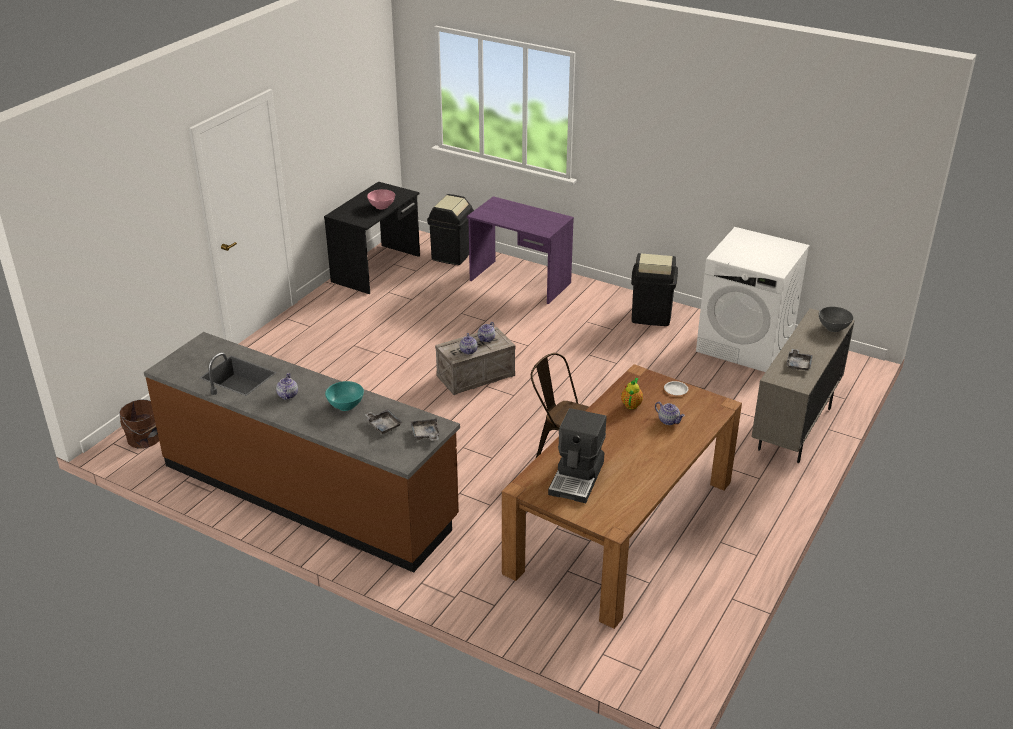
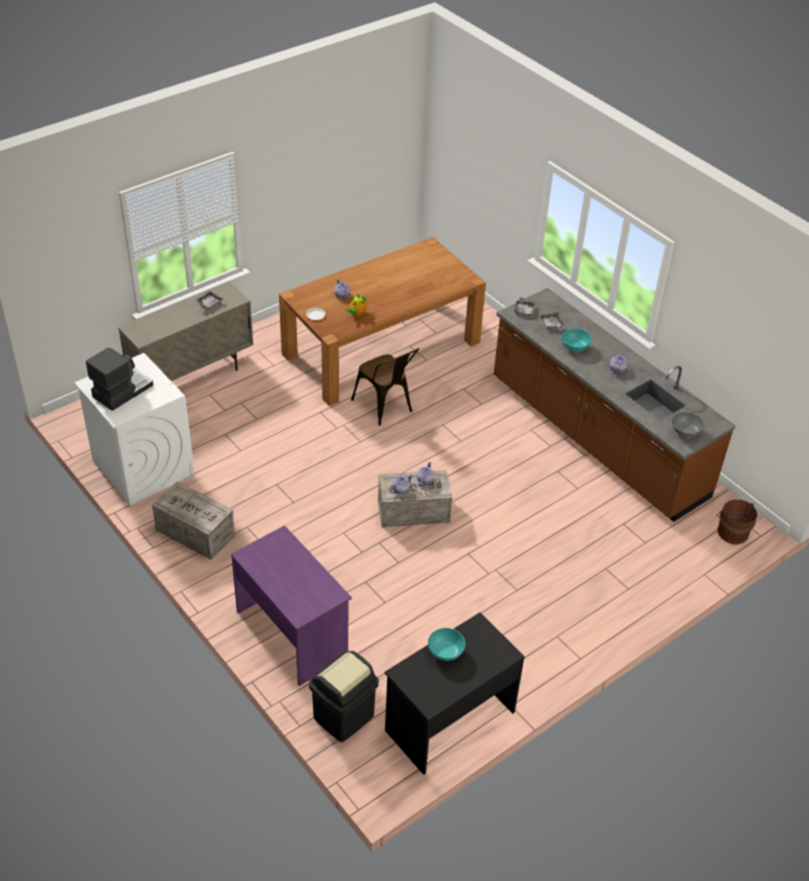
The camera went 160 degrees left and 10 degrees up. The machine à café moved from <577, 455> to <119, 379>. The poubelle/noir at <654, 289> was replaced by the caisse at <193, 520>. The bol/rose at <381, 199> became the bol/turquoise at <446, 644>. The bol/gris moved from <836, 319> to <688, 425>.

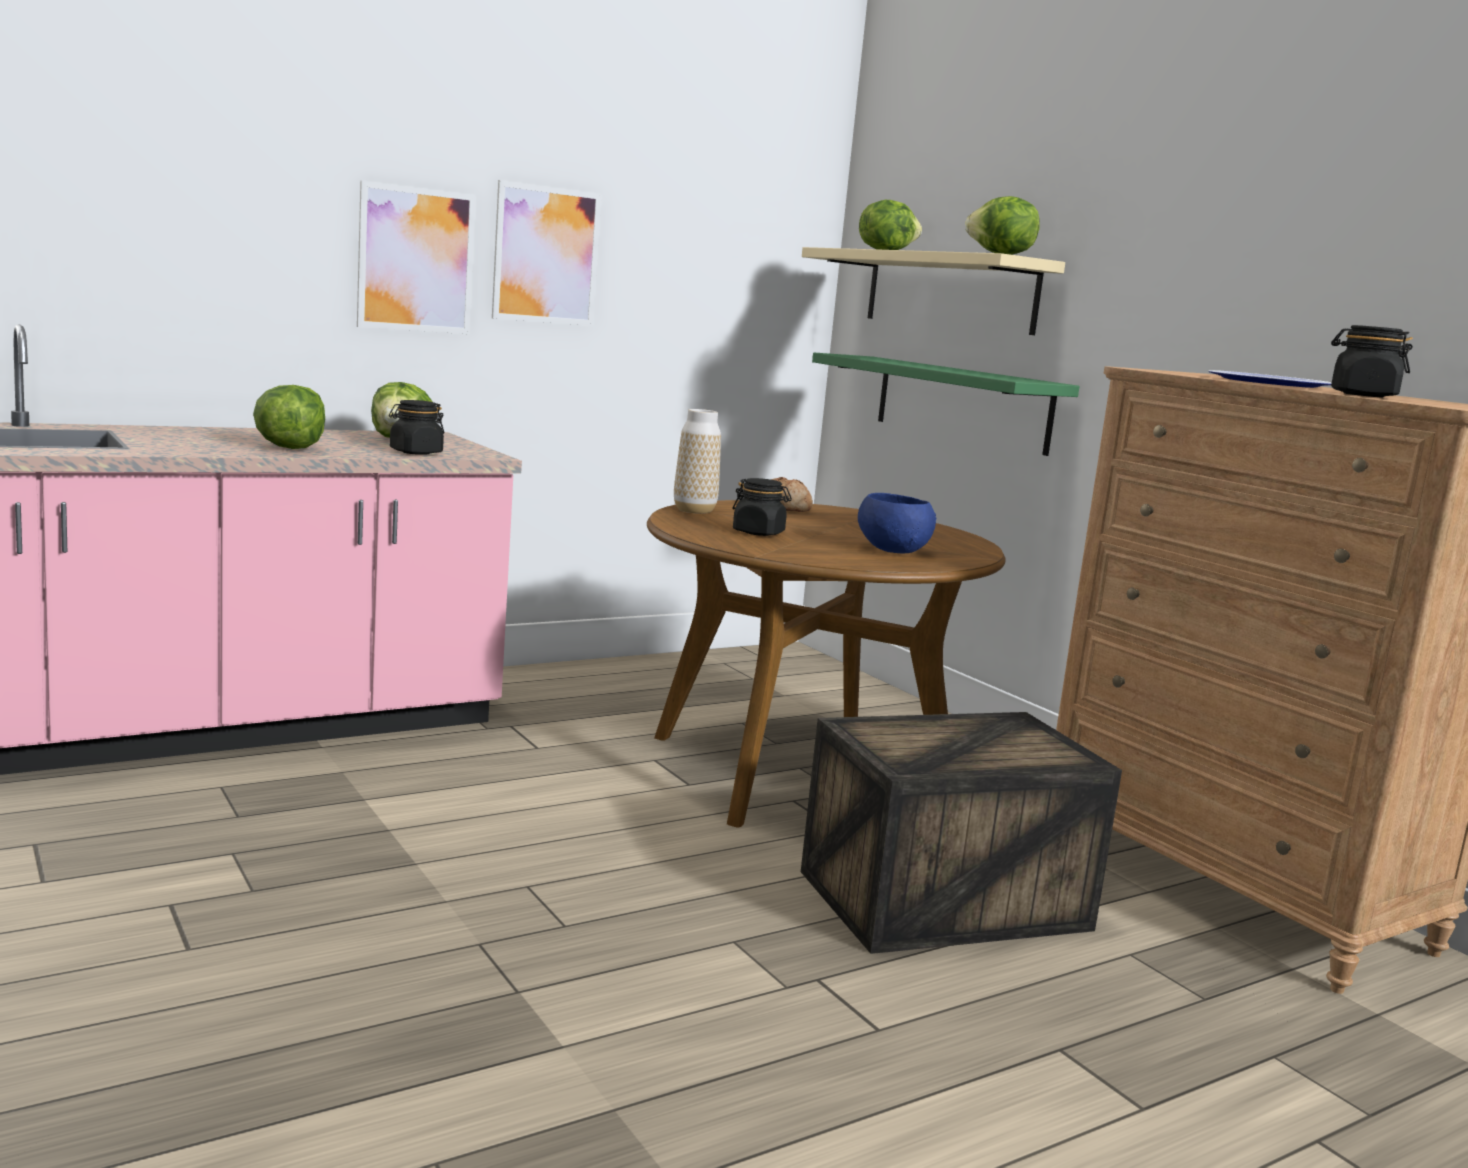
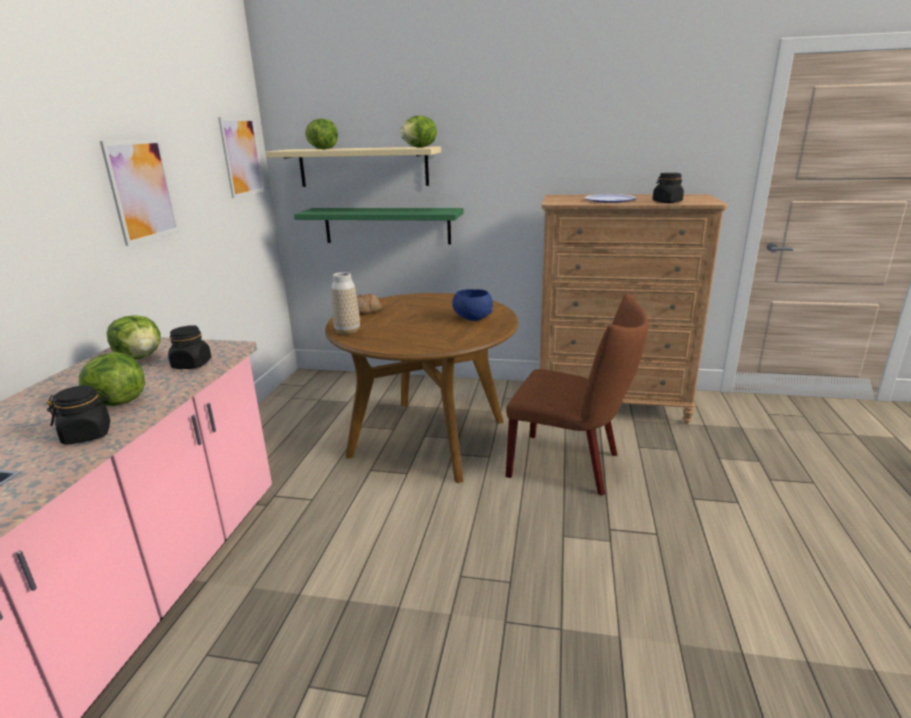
The camera went 45 degrees left and 10 degrees up. The bocal/noir moved from <762, 507> to <78, 415>. The tableau moved from <416, 257> to <241, 157>. The caisse at <961, 833> was replaced by the chaise/marron at <577, 394>.

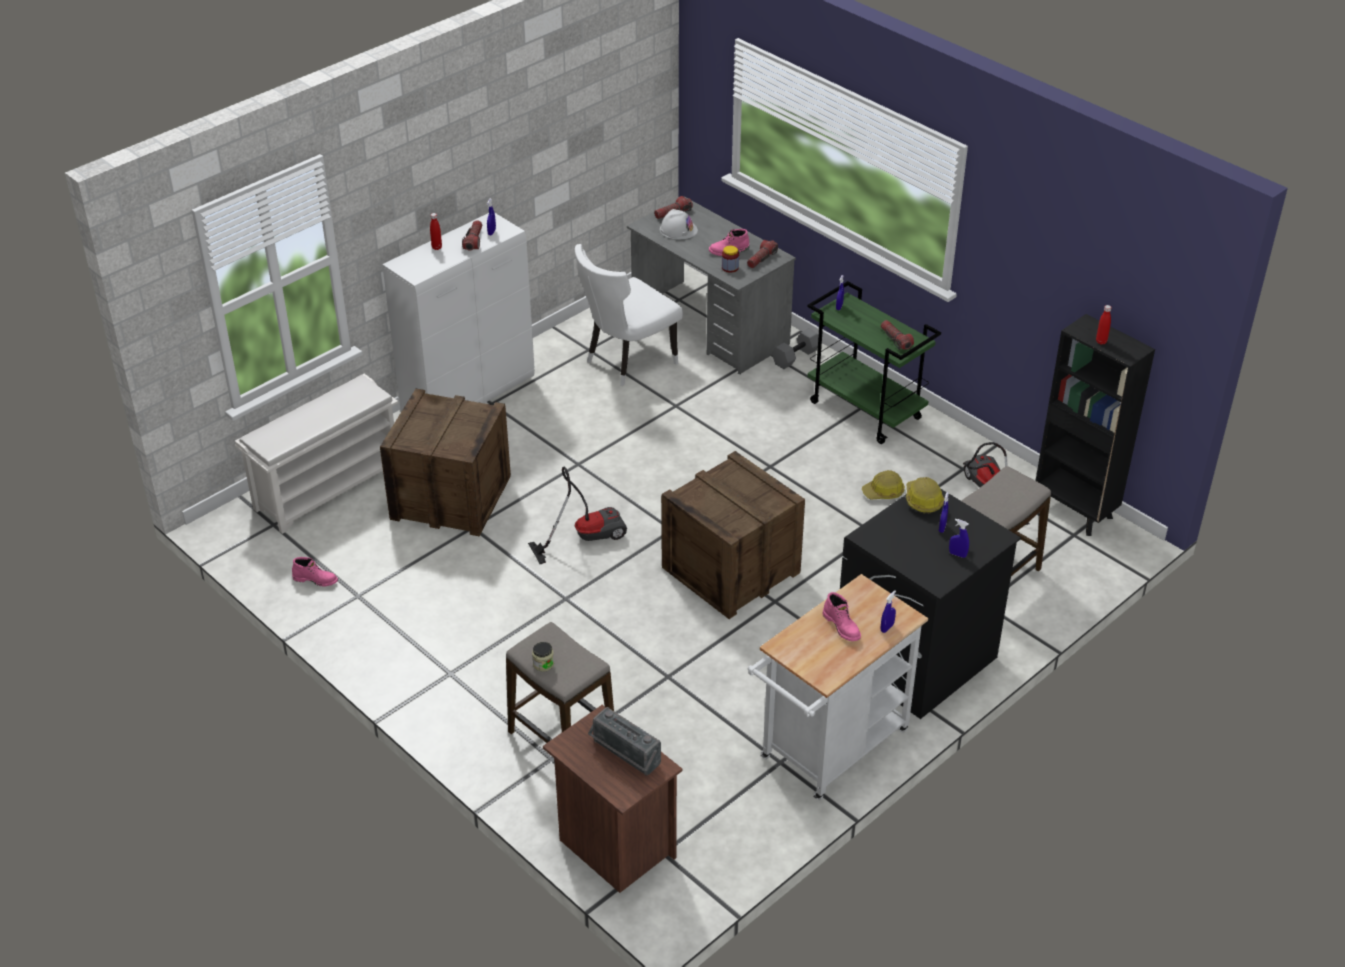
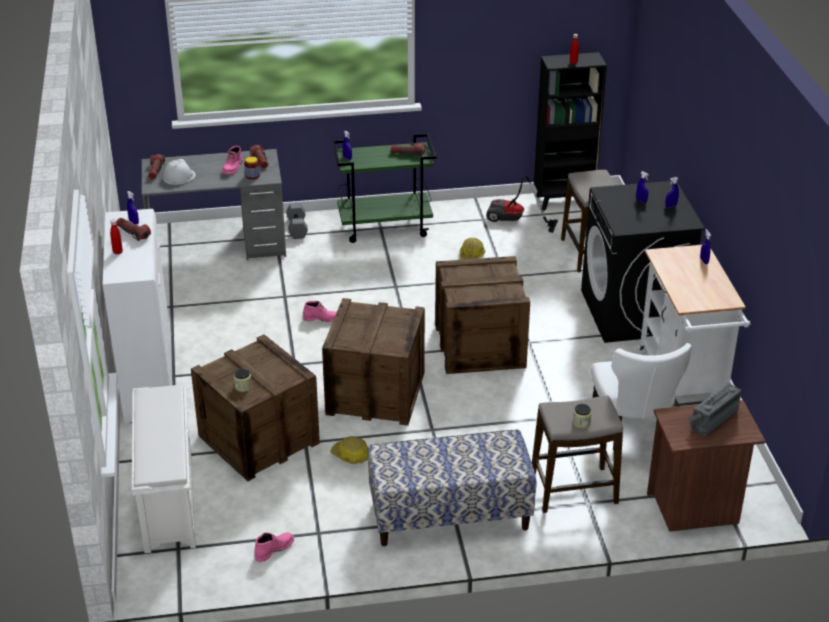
The camera went 55 degrees left and 5 degrees down. The bocal at <243, 380> appeared. The botte/rose moved from <841, 616> to <320, 311>. The aspirateur at <577, 515> was replaced by the caisse at <373, 362>. The casque de chantier moved from <925, 495> to <349, 450>. The banc at <452, 488> appeared. The chaise/blanc moved from <629, 315> to <641, 402>. The radio at <624, 741> turned 150 degrees clockwise.

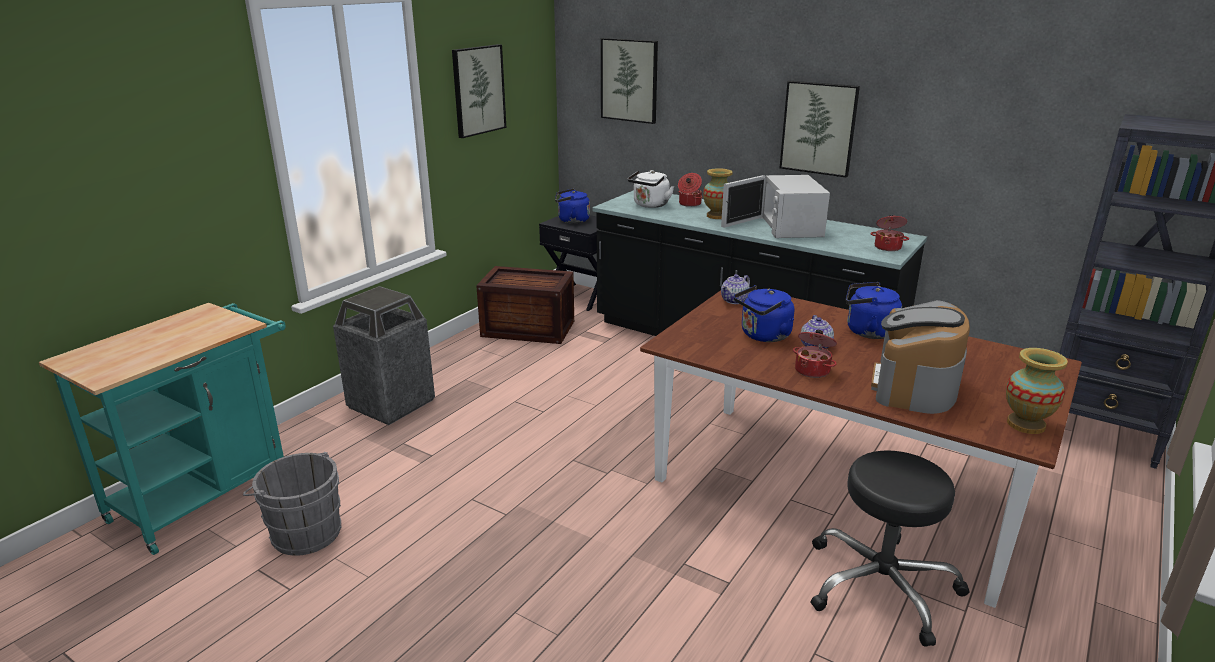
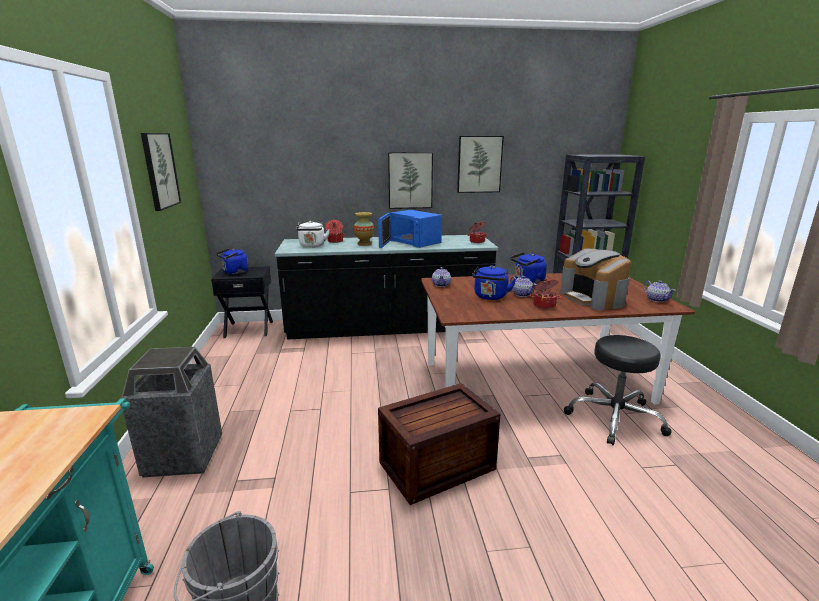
The camera went 40 degrees left and 5 degrees down. The micro-ondes/blanc at <775, 206> became the micro-ondes/bleu at <410, 229>. The caisse moved from <525, 305> to <439, 444>. The tableau moved from <629, 81> to <480, 164>. The vase at <1037, 391> was replaced by the théière at <659, 291>.

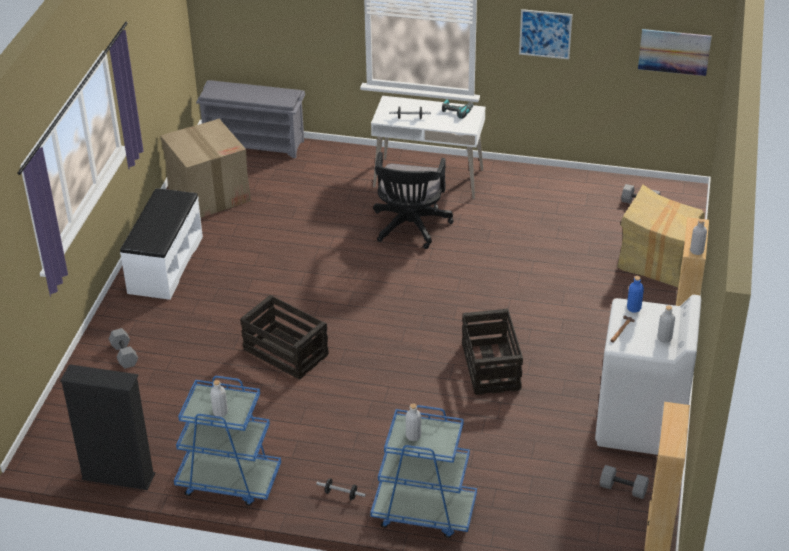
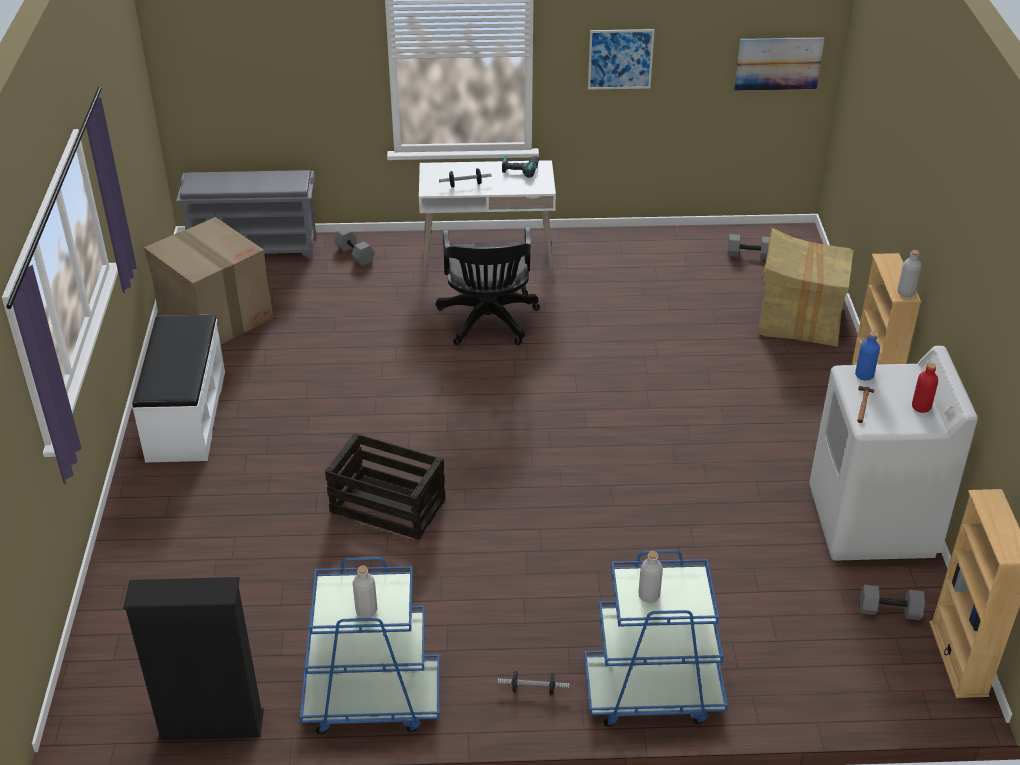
The camera went 15 degrees left and 0 degrees up. The haltère/gris moved from <123, 348> to <354, 246>. The bouteille/gris at <666, 324> became the bouteille/rouge at <925, 388>. The caisse at <492, 352> disappeared.

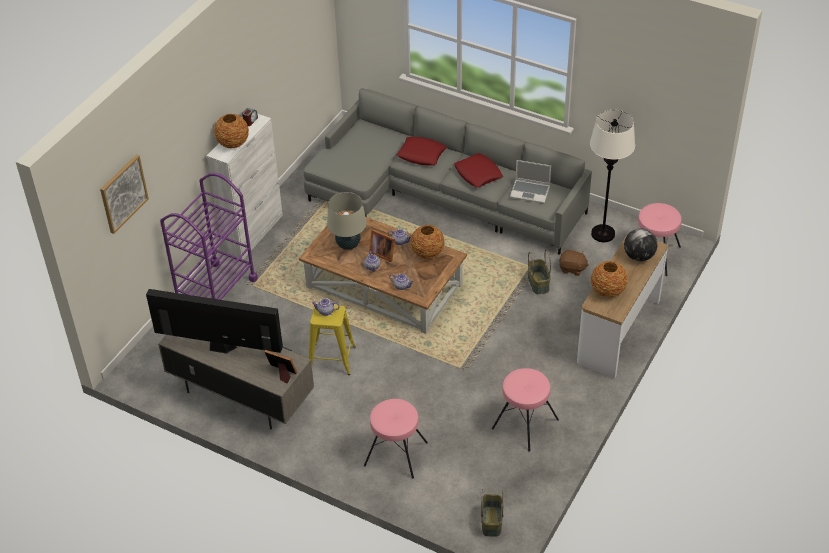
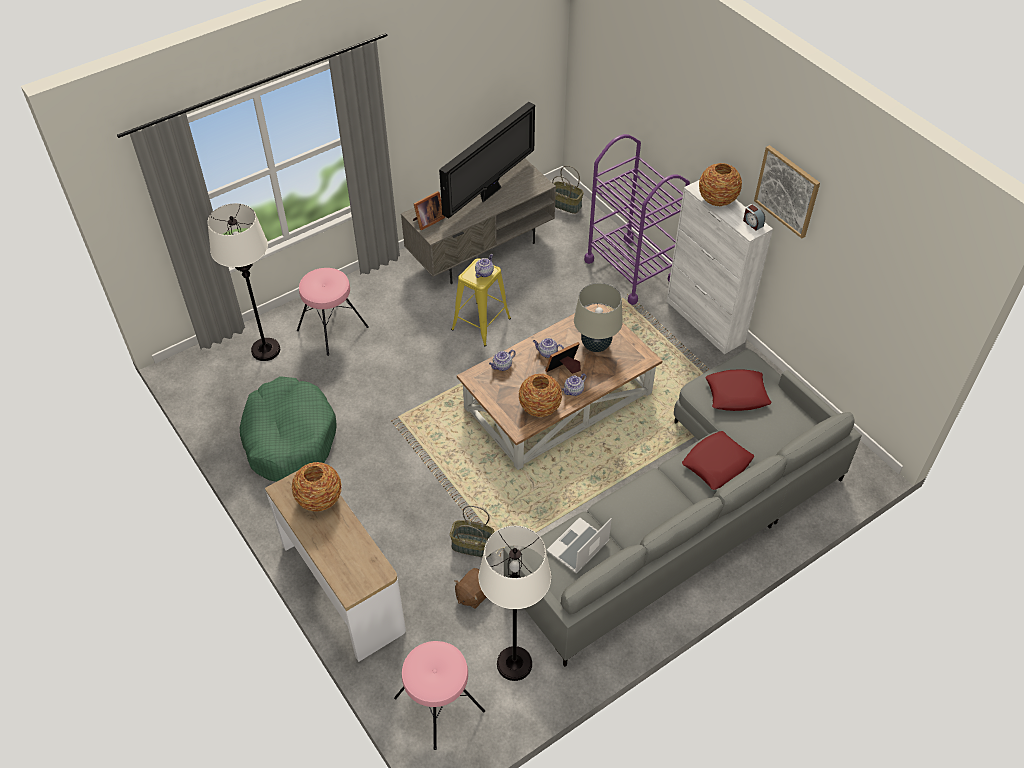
The camera went 115 degrees right and 5 degrees up. The lampadaire/blanc at <243, 282> appeared. The tabouret/rose at <525, 410> was replaced by the panier pour chien/vert at <288, 429>. The panier moved from <492, 513> to <568, 190>. The coussin/rouge moved from <478, 170> to <738, 390>. The tableau moved from <124, 194> to <787, 191>. The globe at <640, 244> disappeared.

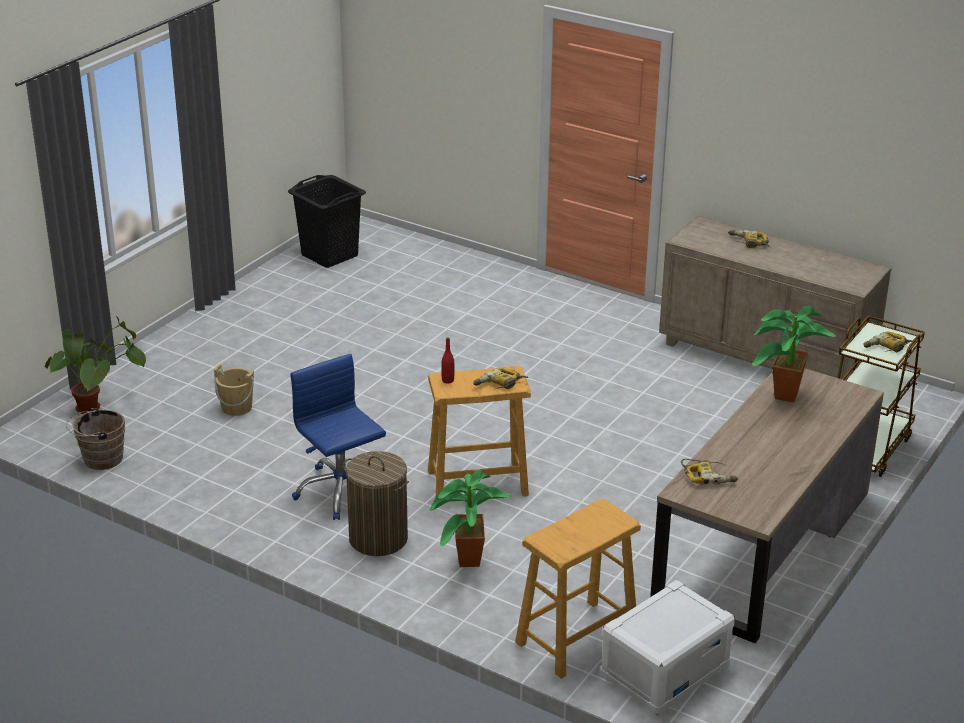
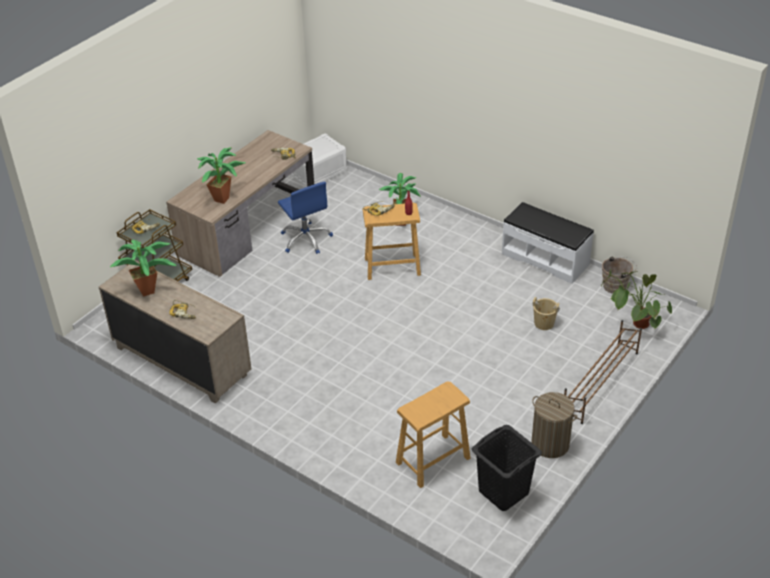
The camera went 175 degrees left and 10 degrees up. The plante en pot at <143, 268> appeared. The chaise de bureau/bleu moved from <338, 437> to <305, 218>. The tabouret/beige moved from <578, 589> to <433, 435>. The banc/blanc at <548, 243> appeared. The panier à linge moved from <376, 503> to <554, 425>. The étagère à chaussures/marron at <603, 372> appeared.

